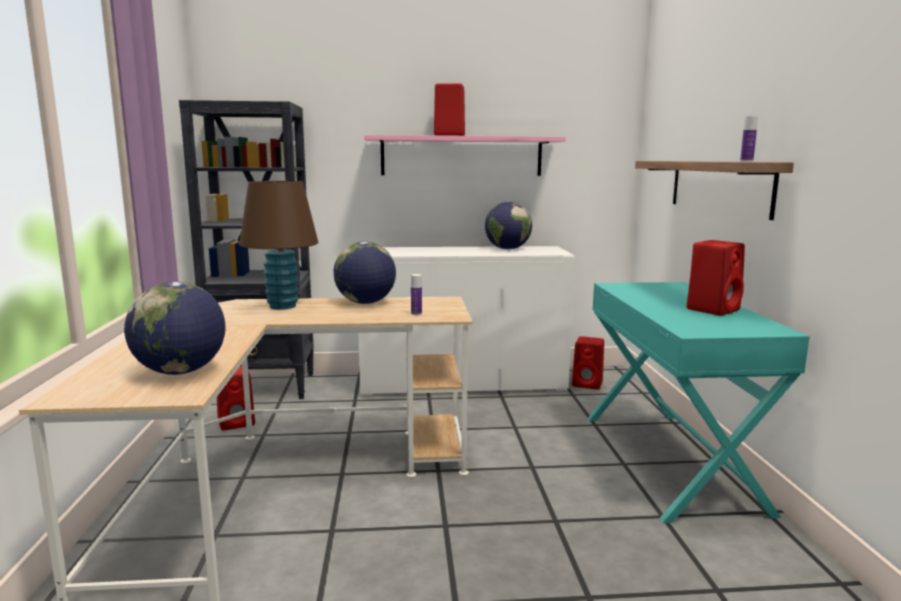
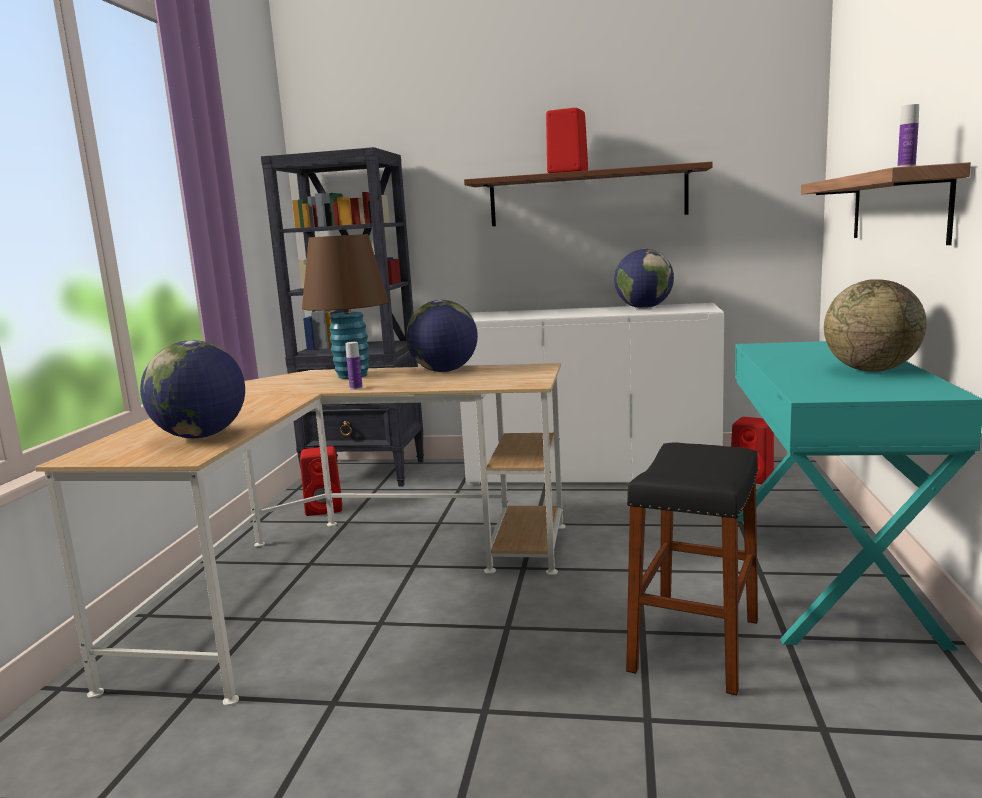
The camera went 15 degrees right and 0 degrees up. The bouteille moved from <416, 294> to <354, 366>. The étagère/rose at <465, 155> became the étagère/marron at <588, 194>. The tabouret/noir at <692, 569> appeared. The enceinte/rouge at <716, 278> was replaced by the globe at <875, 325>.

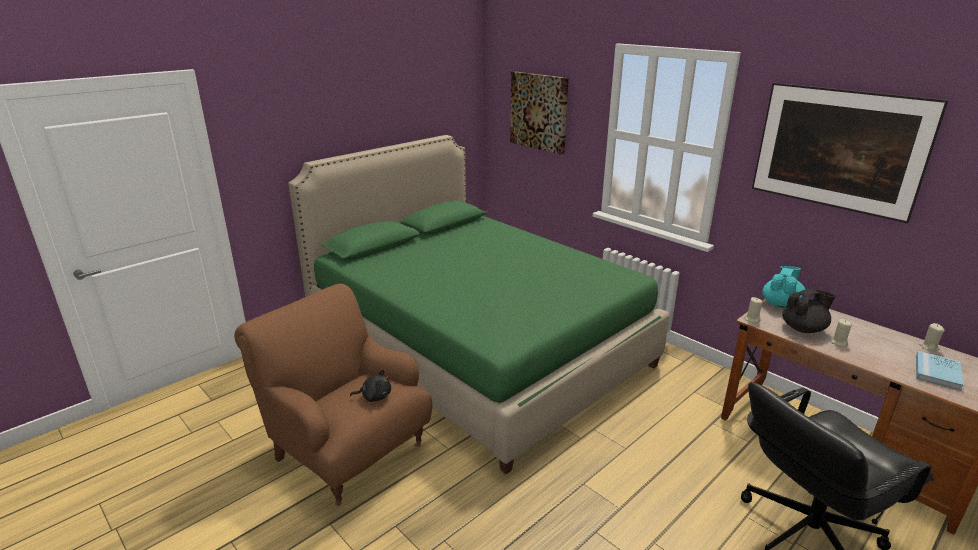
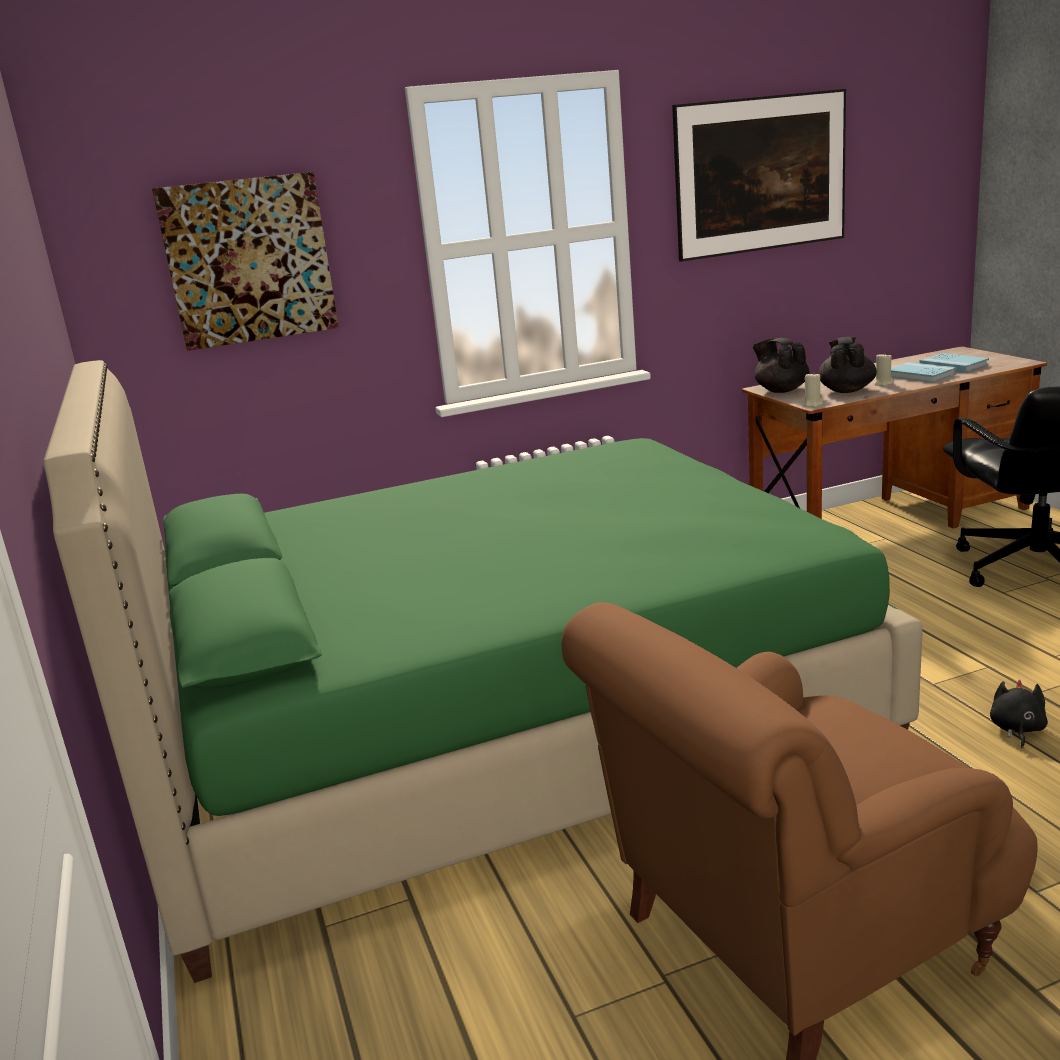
The camera went 65 degrees left and 5 degrees down. The théière/turquoise at <783, 287> became the théière/noir at <781, 365>. The livre/bleu at <923, 372> appeared. The peluche/noir moved from <370, 386> to <1019, 714>. The bougie/beige at <932, 337> disappeared.

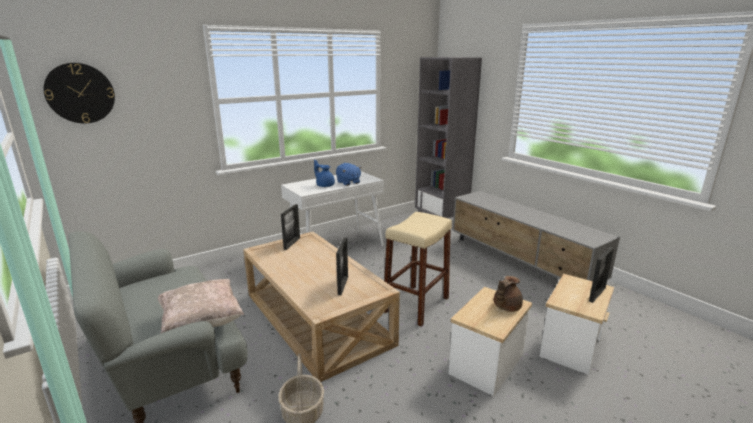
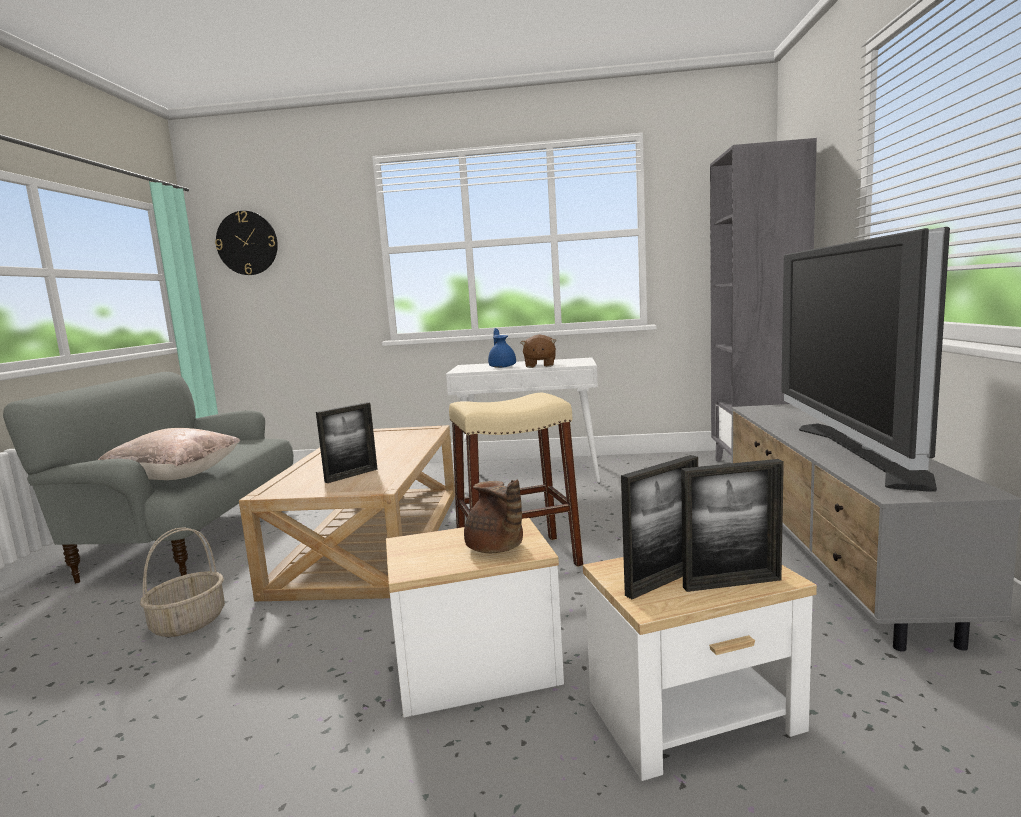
The camera went 40 degrees right and 10 degrees down. The théière/marron at <508, 294> turned 120 degrees counterclockwise. The peluche/bleu at <349, 174> became the peluche/marron at <538, 351>. The cadre photo moved from <290, 227> to <659, 527>. The téléviseur at <865, 359> appeared.

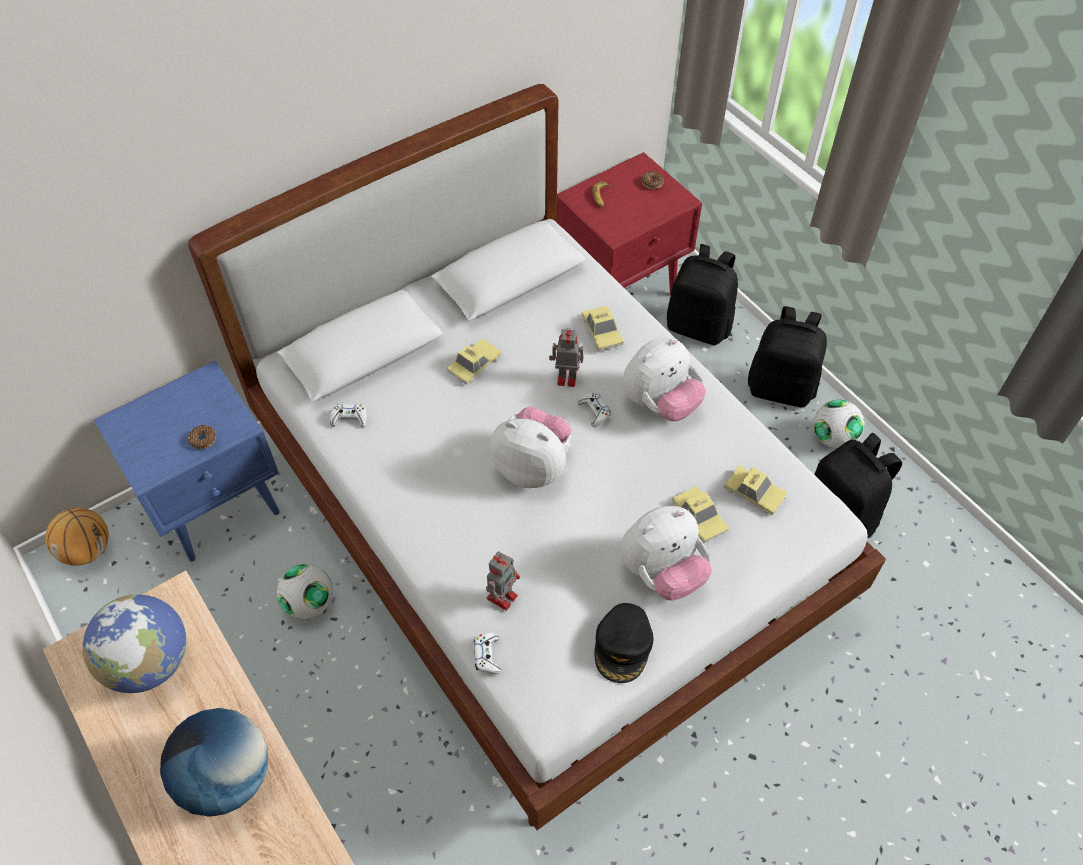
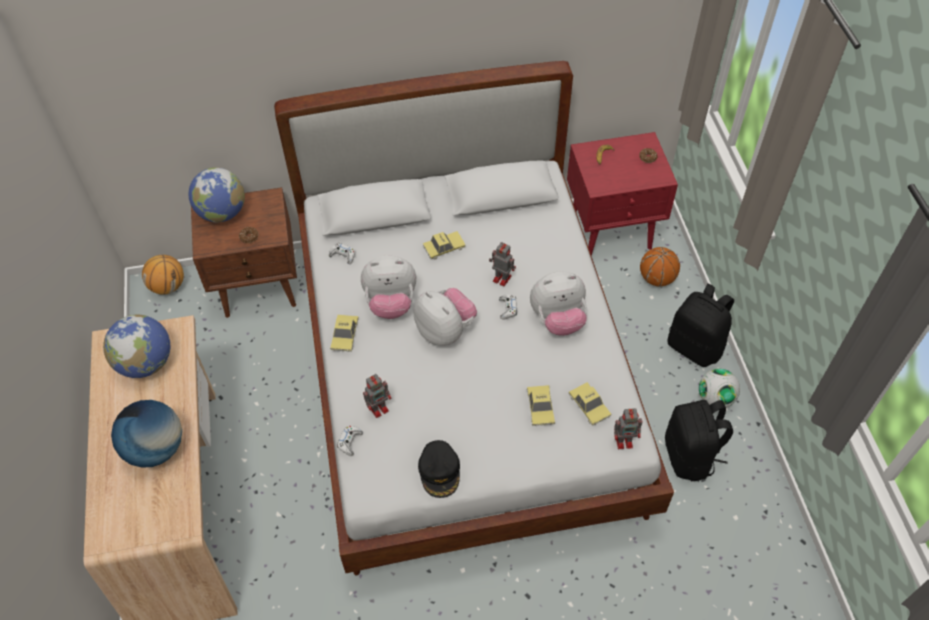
The camera went 25 degrees right and 0 degrees up. The globe at <216, 195> appeared. The table de chevet/bleu at <187, 461> became the table de chevet/marron at <244, 252>. The petite voiture moved from <603, 328> to <344, 333>. The peluche moved from <666, 553> to <388, 287>. The casquette/noir at <624, 643> turned 45 degrees counterclockwise. The robot jouet at <628, 428> appeared. The sac à dos/noir at <702, 294> was replaced by the ballon de basket at <660, 267>. The ballon de foot at <305, 591> disappeared.

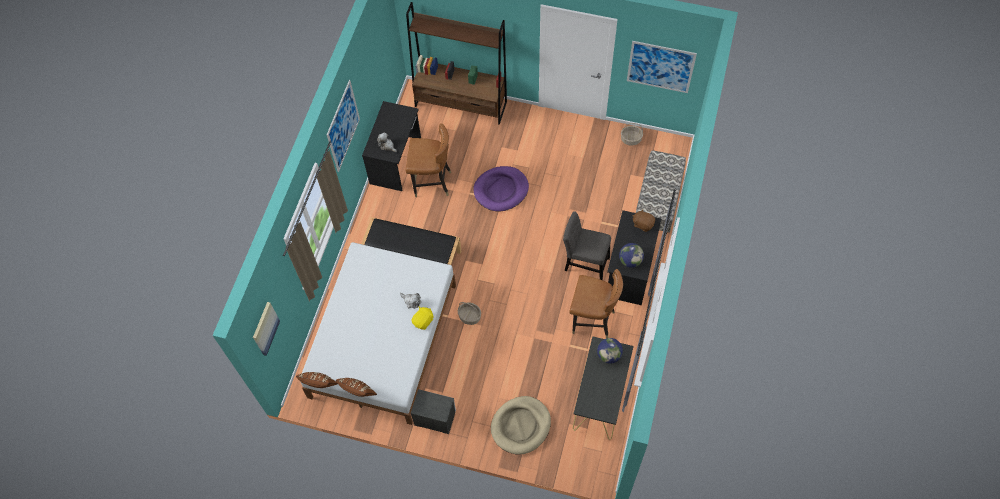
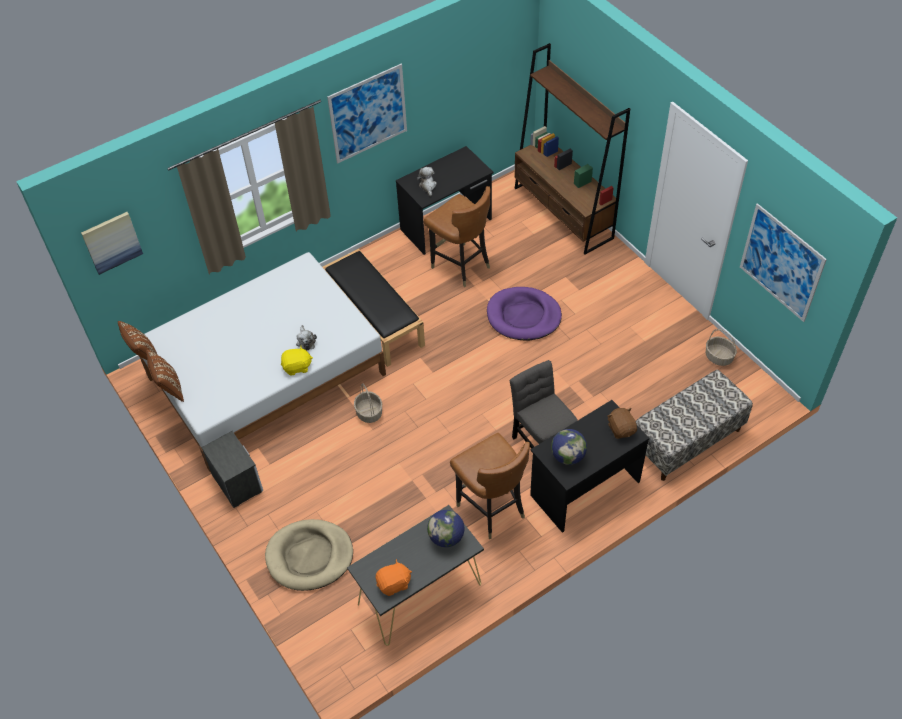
The camera went 40 degrees right and 10 degrees down. The peluche/orange at <394, 577> appeared.

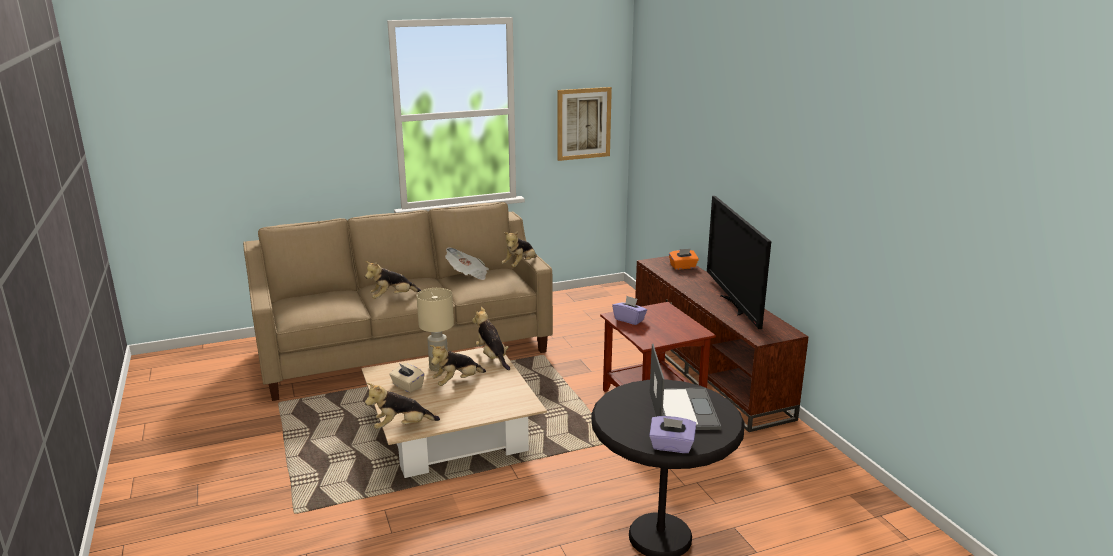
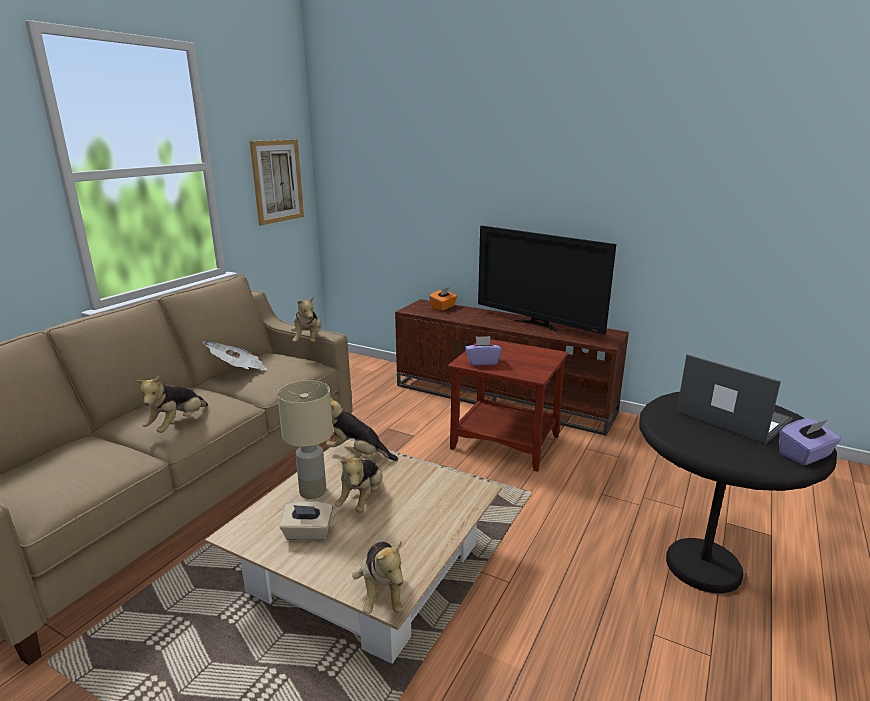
The camera went 40 degrees left and 0 degrees up. The peluche at <402, 406> turned 45 degrees counterclockwise.

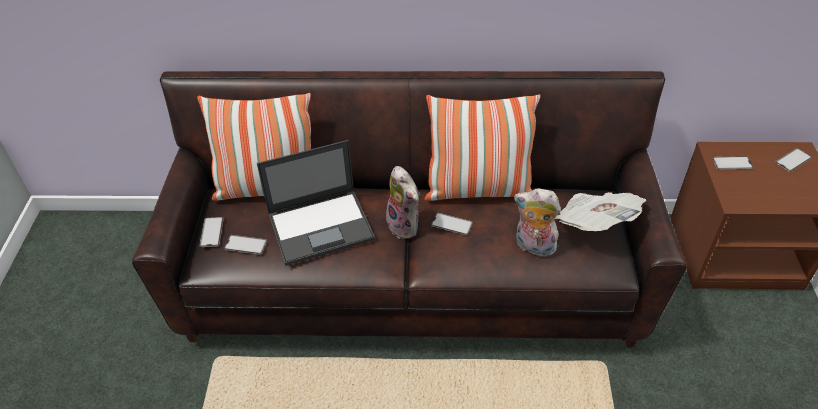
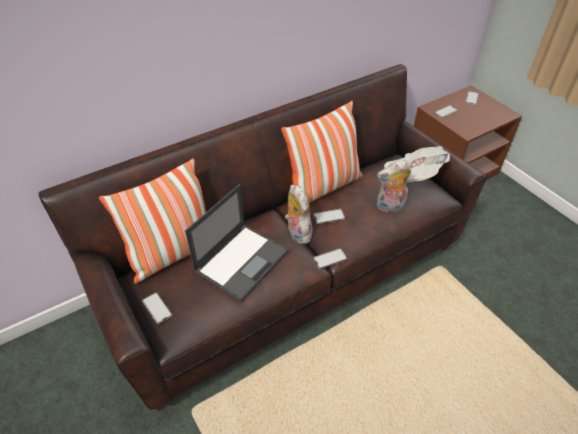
The camera went 35 degrees left and 0 degrees up. The peluche at <403, 202> turned 135 degrees counterclockwise. The téléphone moved from <245, 245> to <330, 258>.

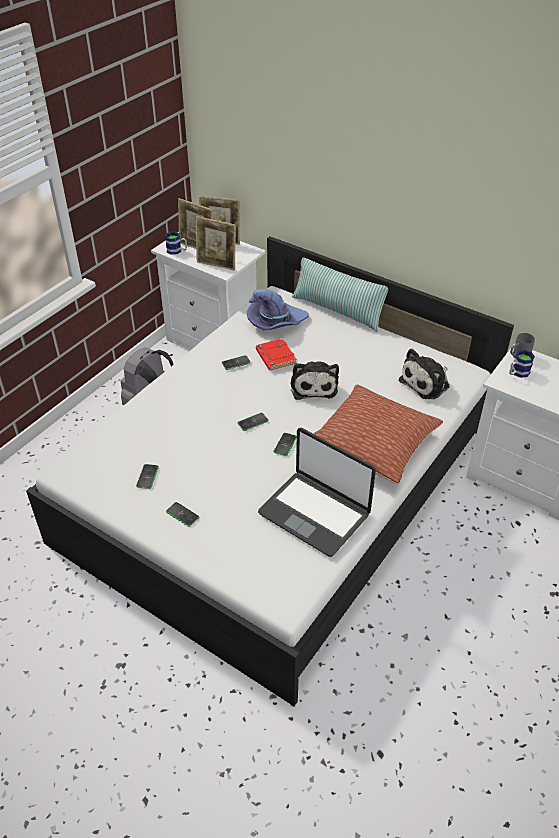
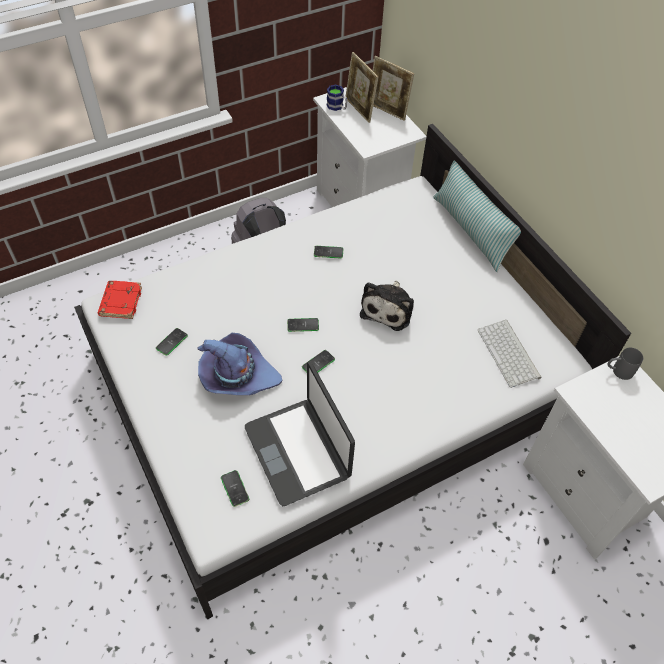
The camera went 25 degrees right and 10 degrees up. The livre/rouge moved from <276, 354> to <120, 300>. The chapeau/violet moved from <278, 309> to <240, 364>. The téléphone moved from <182, 514> to <235, 488>. The peluche at <424, 374> was replaced by the clavier at <509, 354>. The cadre photo at <216, 243> disappeared. The coussin at <378, 434> disappeared. The mug at <522, 364> disappeared.

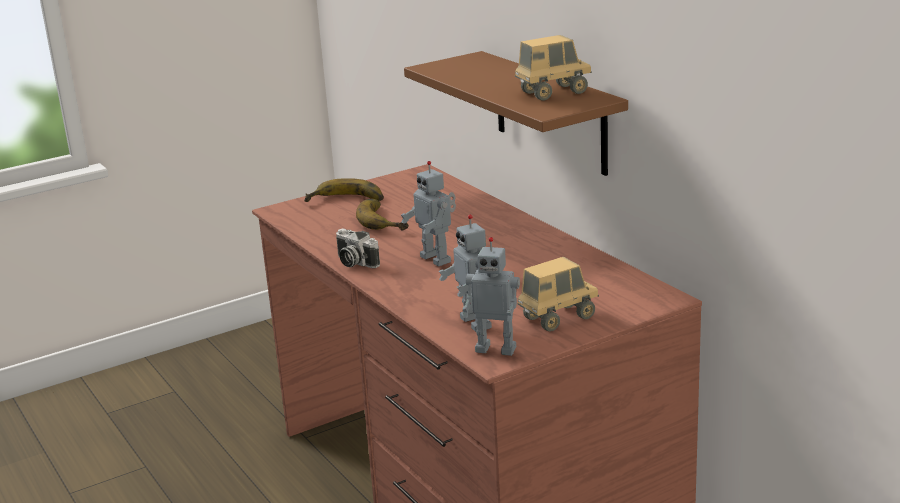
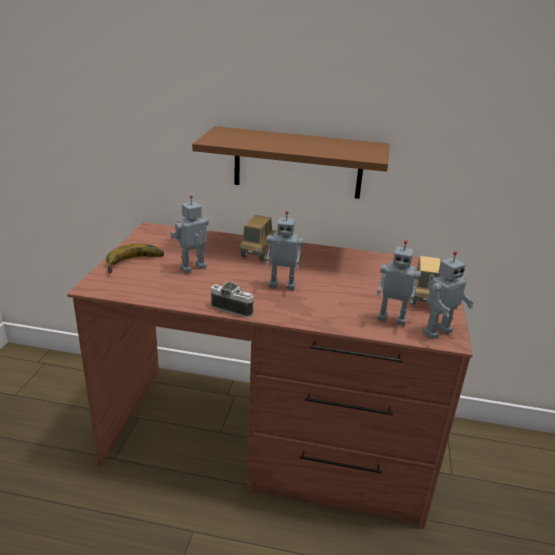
The camera went 50 degrees left and 5 degrees up. The banane at <382, 215> was replaced by the robot jouet at <189, 234>. The appareil photo at <358, 248> turned 150 degrees counterclockwise. The camion jouet moved from <553, 68> to <258, 238>.

